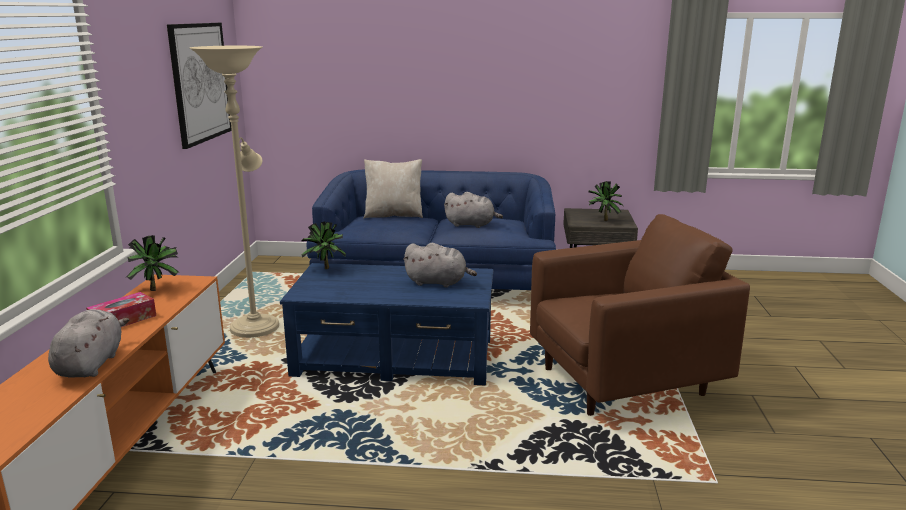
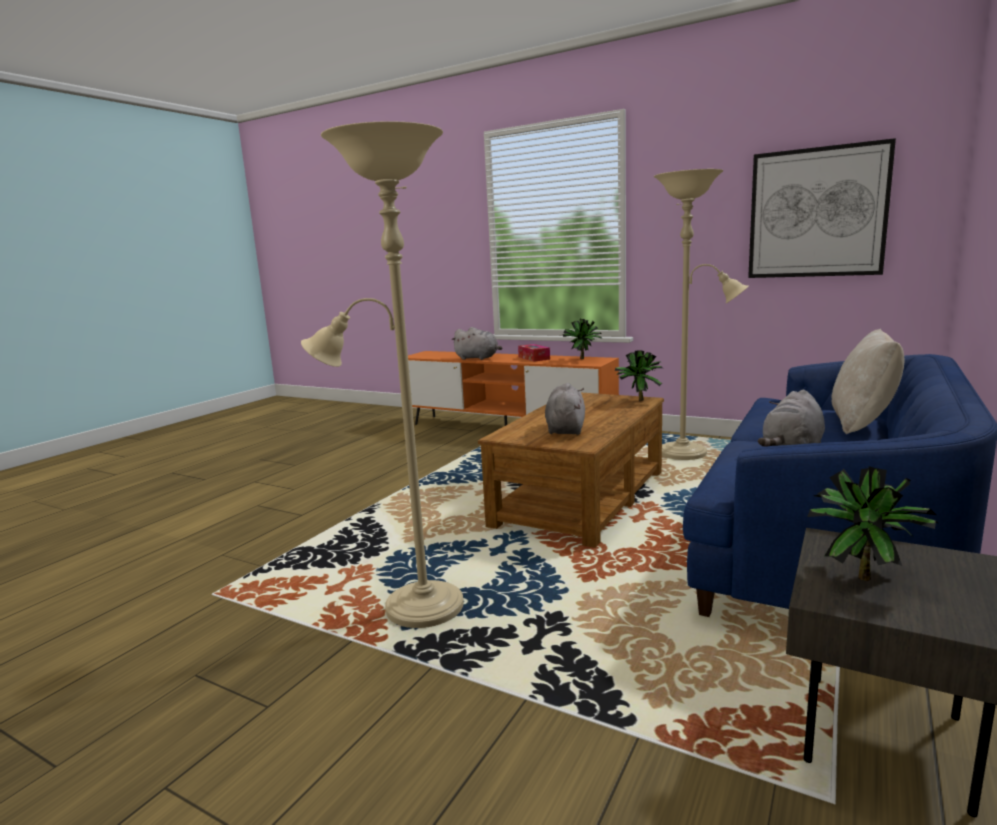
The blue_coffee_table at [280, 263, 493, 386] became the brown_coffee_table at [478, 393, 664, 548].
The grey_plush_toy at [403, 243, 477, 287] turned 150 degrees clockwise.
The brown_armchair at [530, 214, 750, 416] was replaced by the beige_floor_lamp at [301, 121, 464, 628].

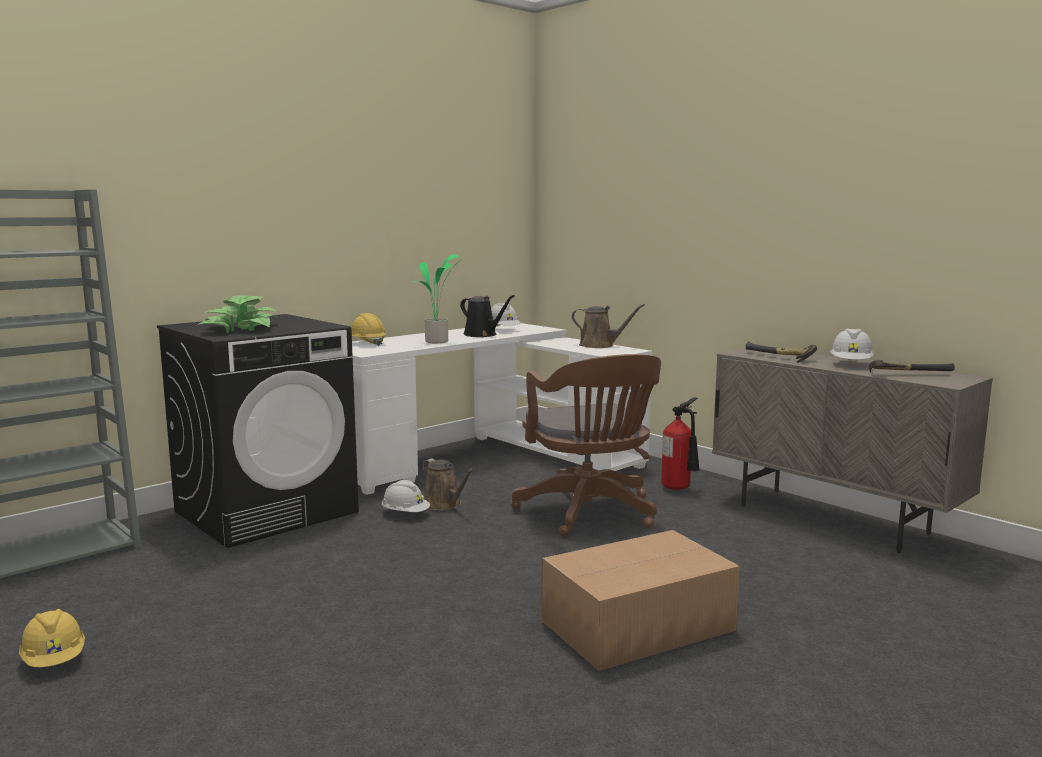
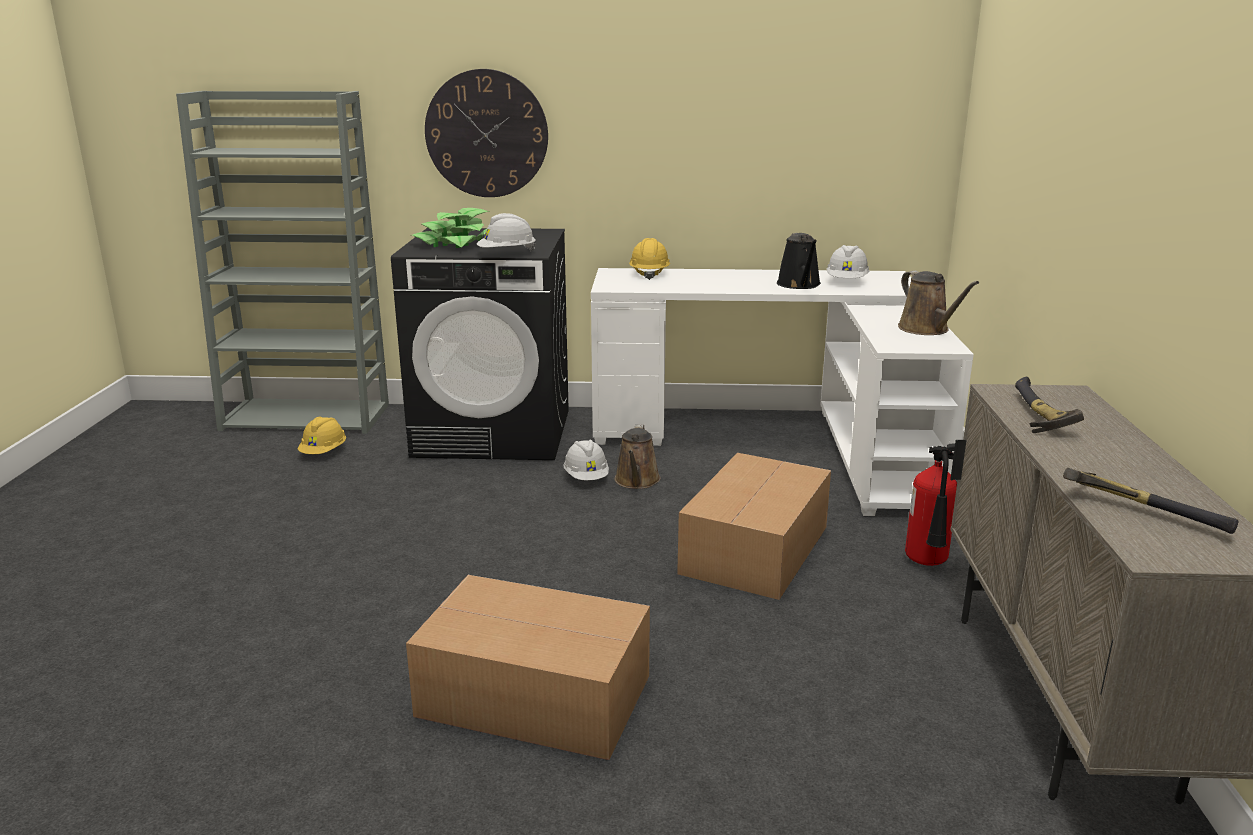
The yellow_hard_hat moved from [19, 609, 85, 667] to [298, 417, 346, 454].
The potted_plant at [413, 254, 463, 343] disappeared.
The brown_office_chair at [511, 354, 661, 537] was replaced by the cardboard_box at [677, 453, 831, 600].
The white_hard_hat moved from [830, 328, 874, 361] to [477, 213, 536, 252].
The wall_clock at [425, 69, 548, 197] appeared.

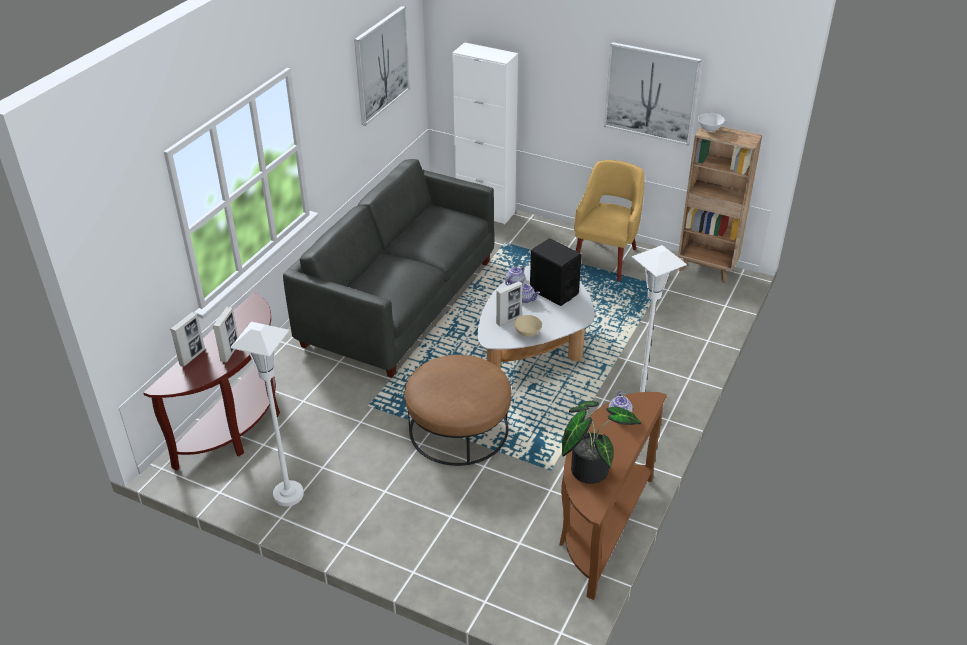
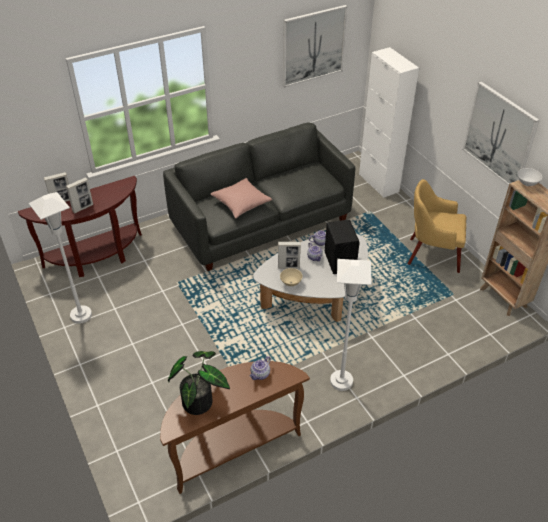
The brown_ottoman at [404, 355, 512, 466] disappeared.
The yellow_armchair at [574, 160, 645, 282] turned 135 degrees counterclockwise.
The pink_pillow at [210, 178, 272, 218] appeared.

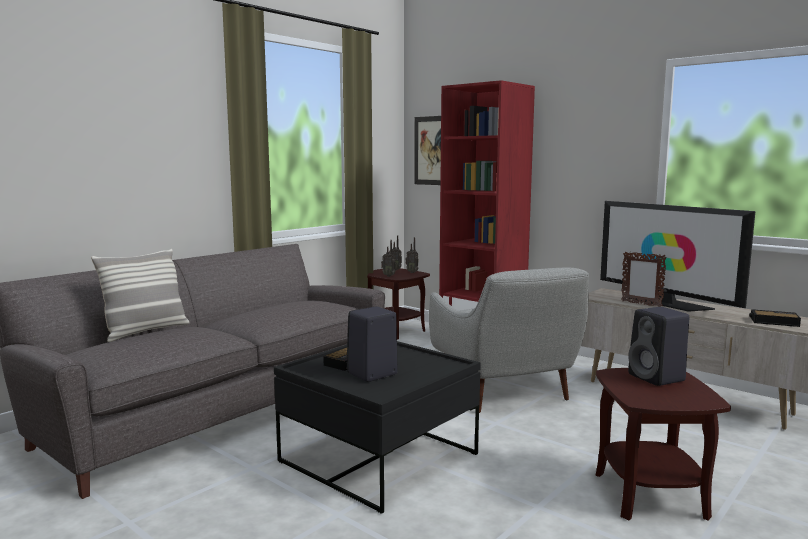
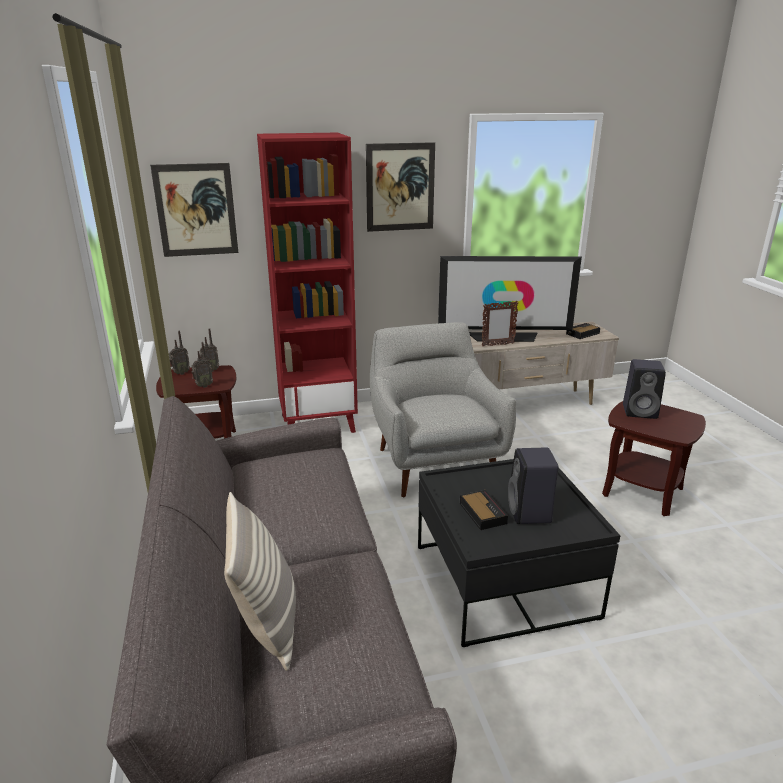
The grey_armchair at [429, 268, 589, 413] turned 120 degrees counterclockwise.
The picture at [366, 142, 435, 232] appeared.

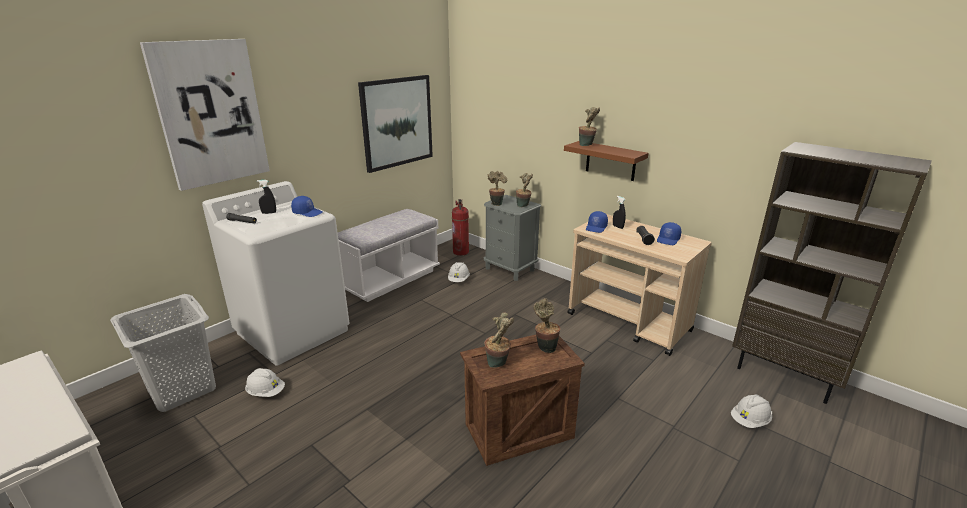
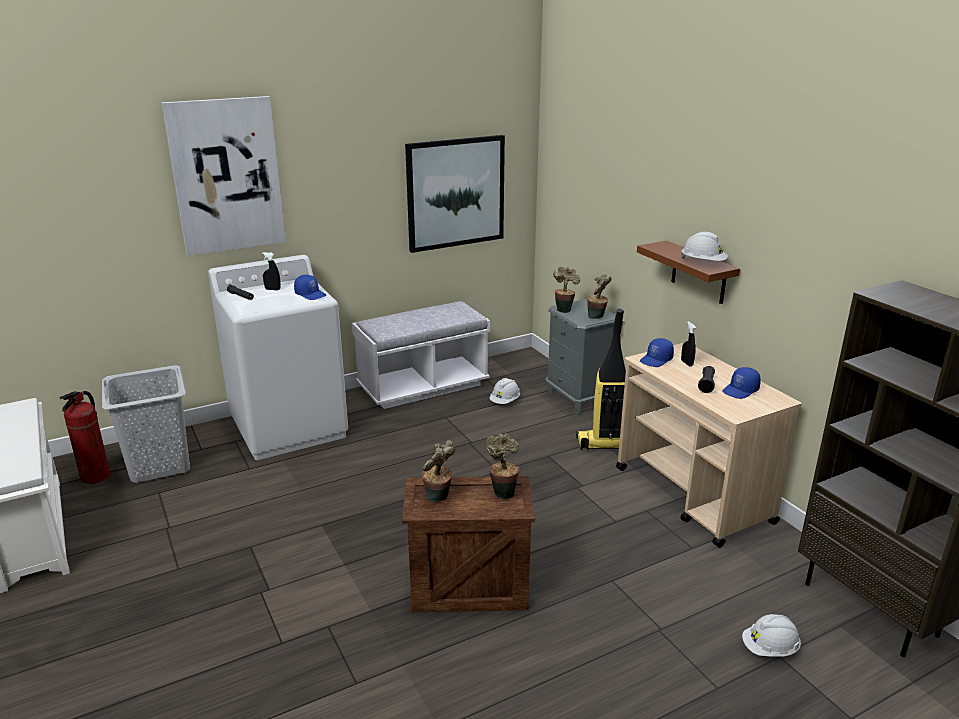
The white_hard_hat moved from [245, 368, 285, 397] to [681, 232, 728, 261].
The fire_extinguisher moved from [452, 199, 469, 256] to [59, 391, 110, 484].
The potted_plant at [579, 107, 600, 146] disappeared.
The vacuum_cleaner at [576, 309, 626, 450] appeared.

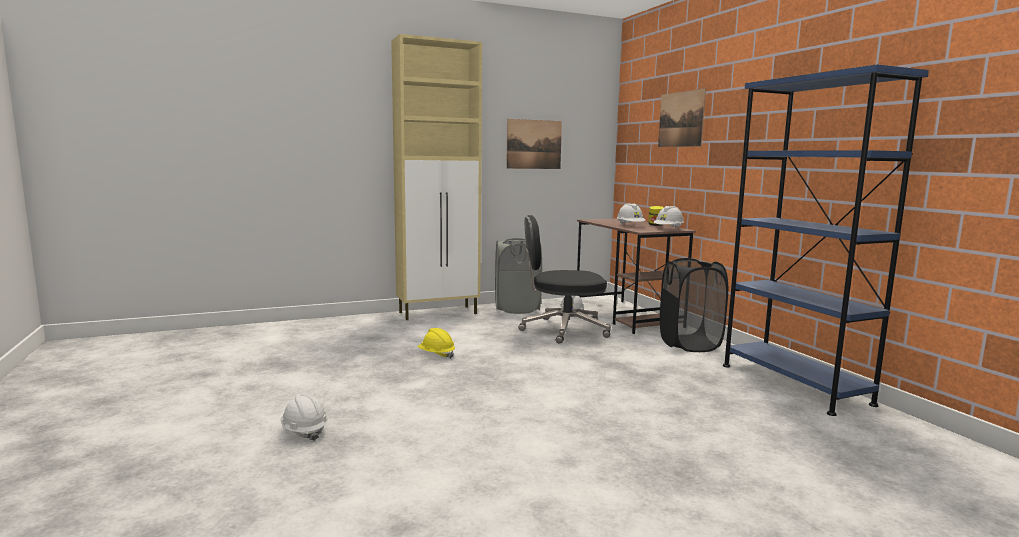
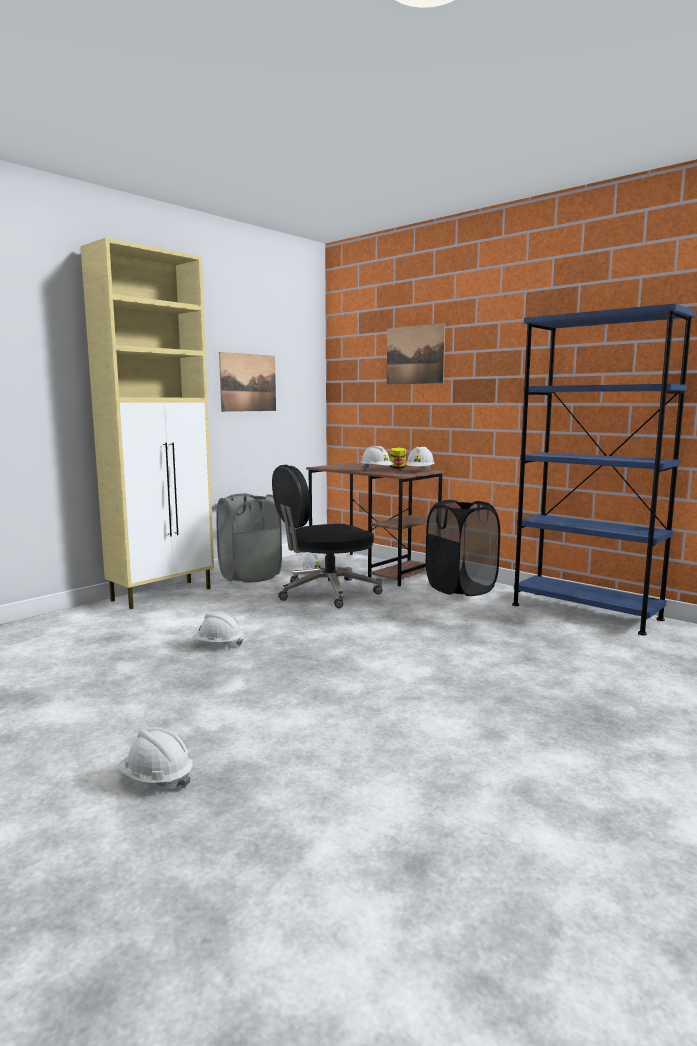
The yellow_hard_hat at [418, 328, 455, 359] became the white_hard_hat at [192, 612, 243, 647].

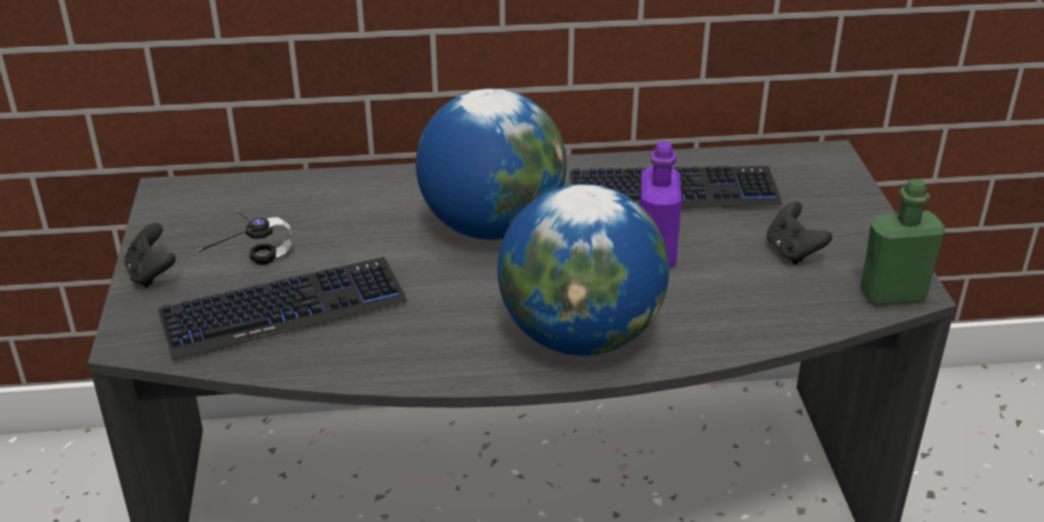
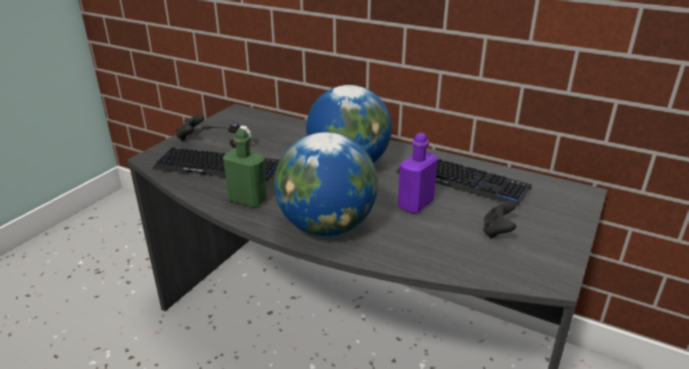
The green_bottle moved from [860, 179, 945, 306] to [223, 129, 267, 208].

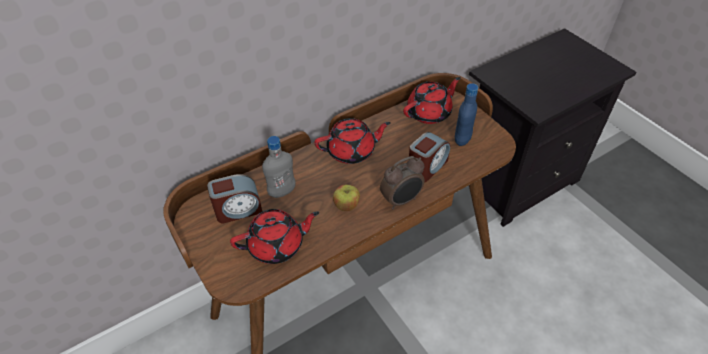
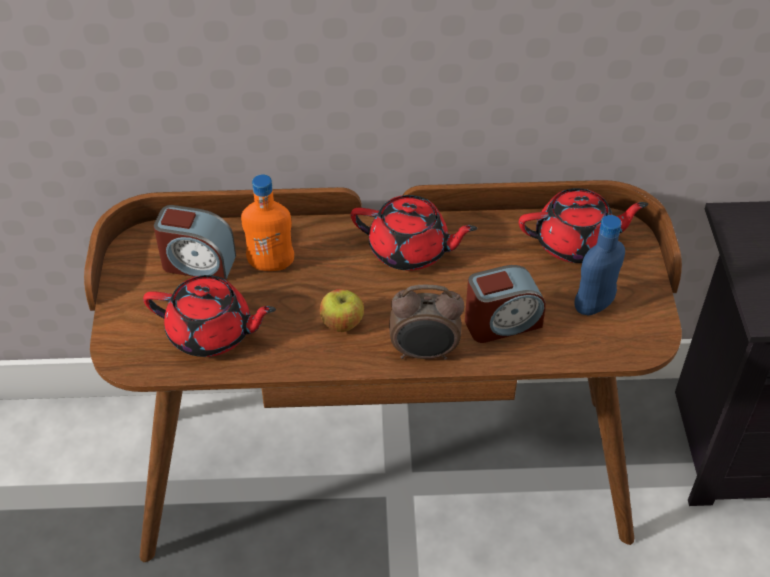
The grey_bottle at [262, 136, 296, 198] became the orange_bottle at [241, 174, 294, 271].

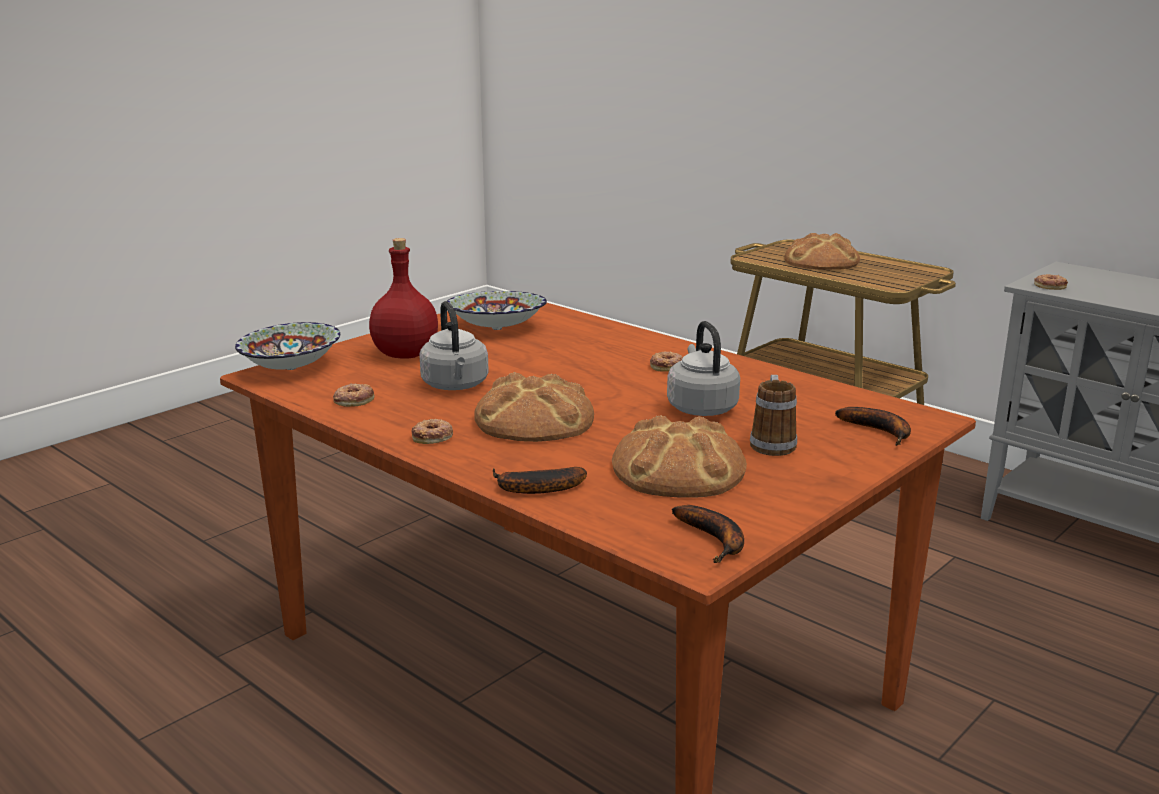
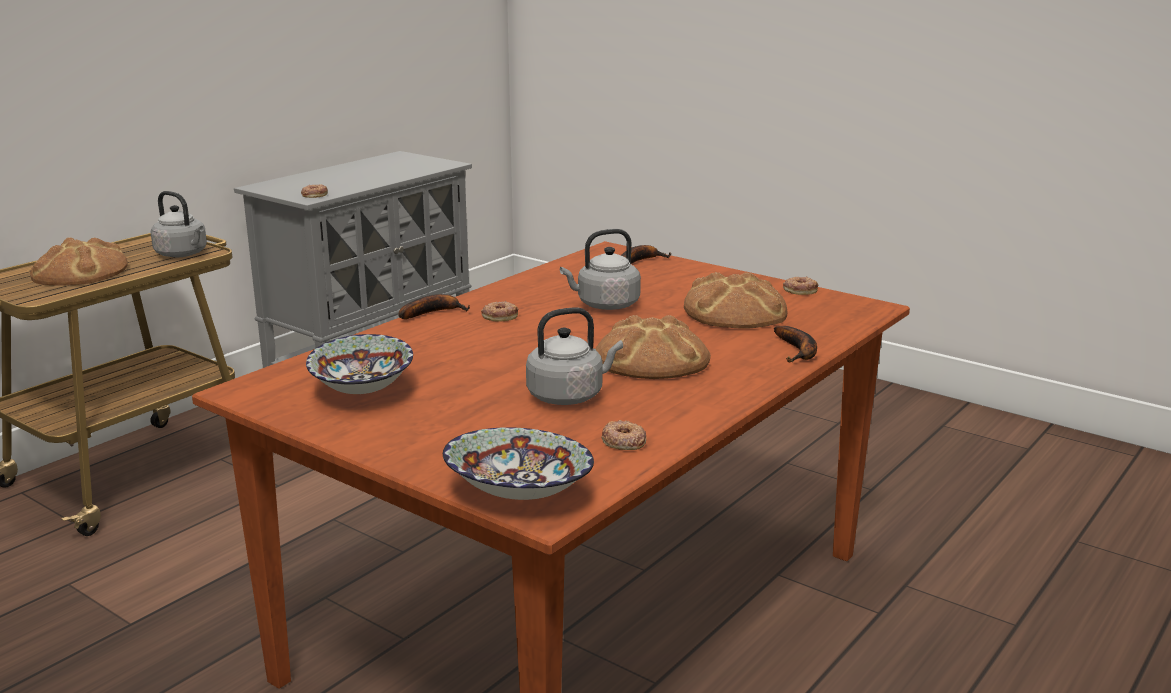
The red_bottle at [369, 238, 438, 359] disappeared.
The donut moved from [411, 419, 453, 444] to [783, 276, 819, 295].
The banana moved from [672, 505, 744, 563] to [399, 294, 470, 319].
The mug at [750, 375, 797, 456] disappeared.
The grey_kettle at [151, 191, 207, 257] appeared.

